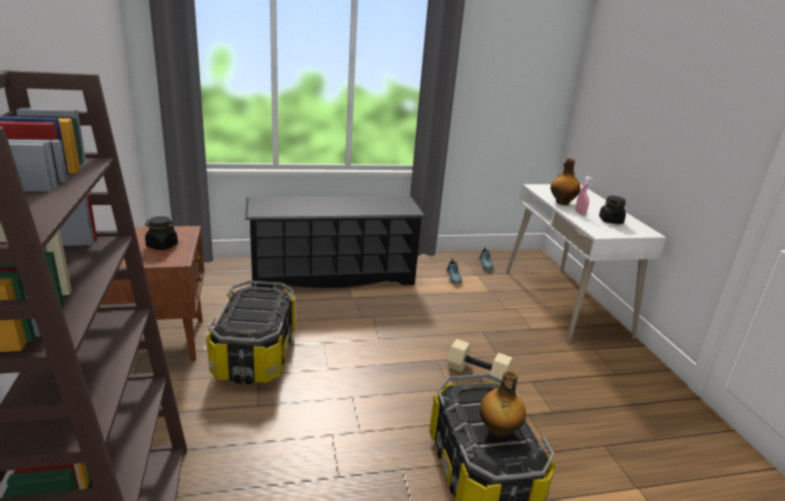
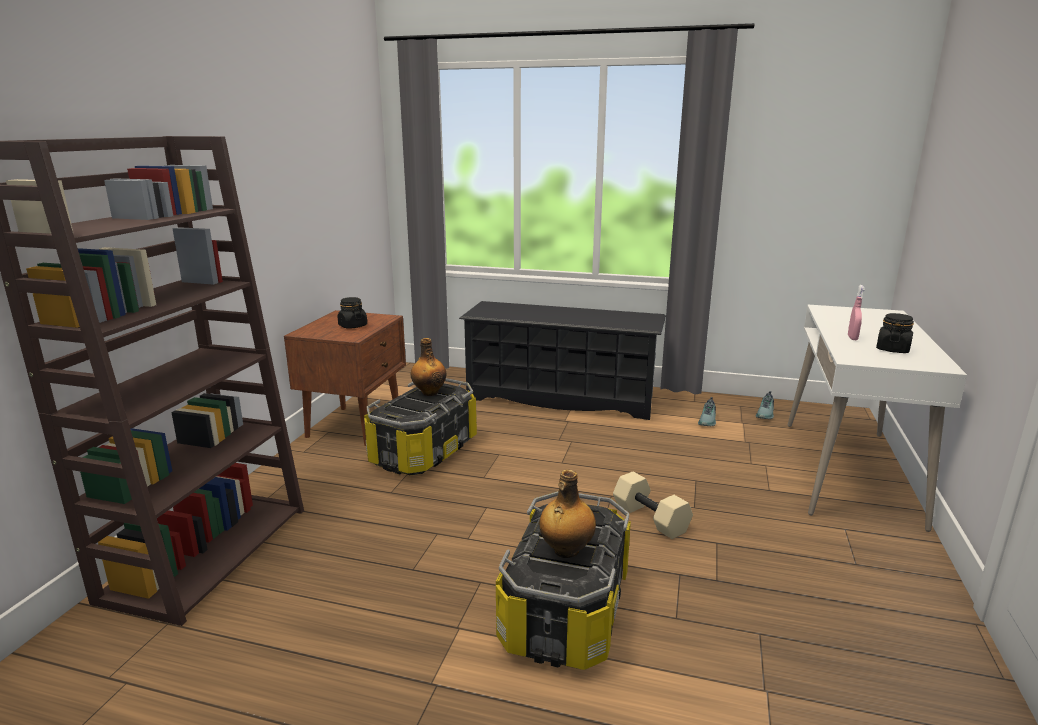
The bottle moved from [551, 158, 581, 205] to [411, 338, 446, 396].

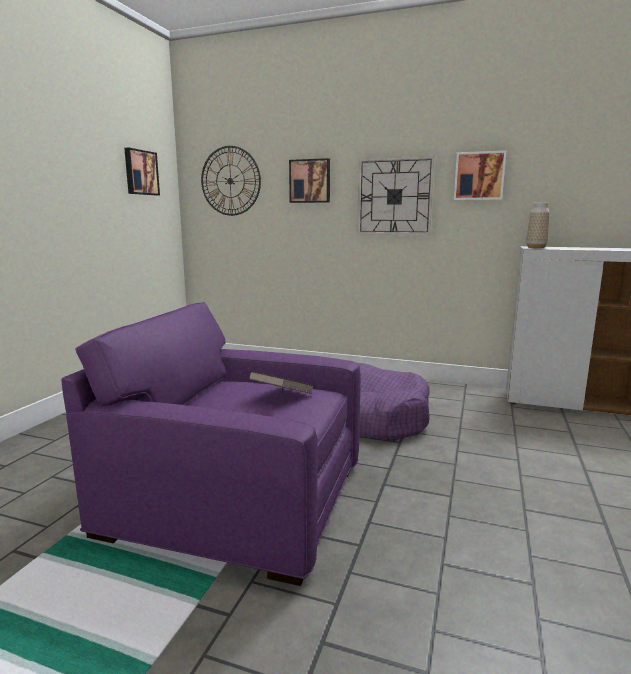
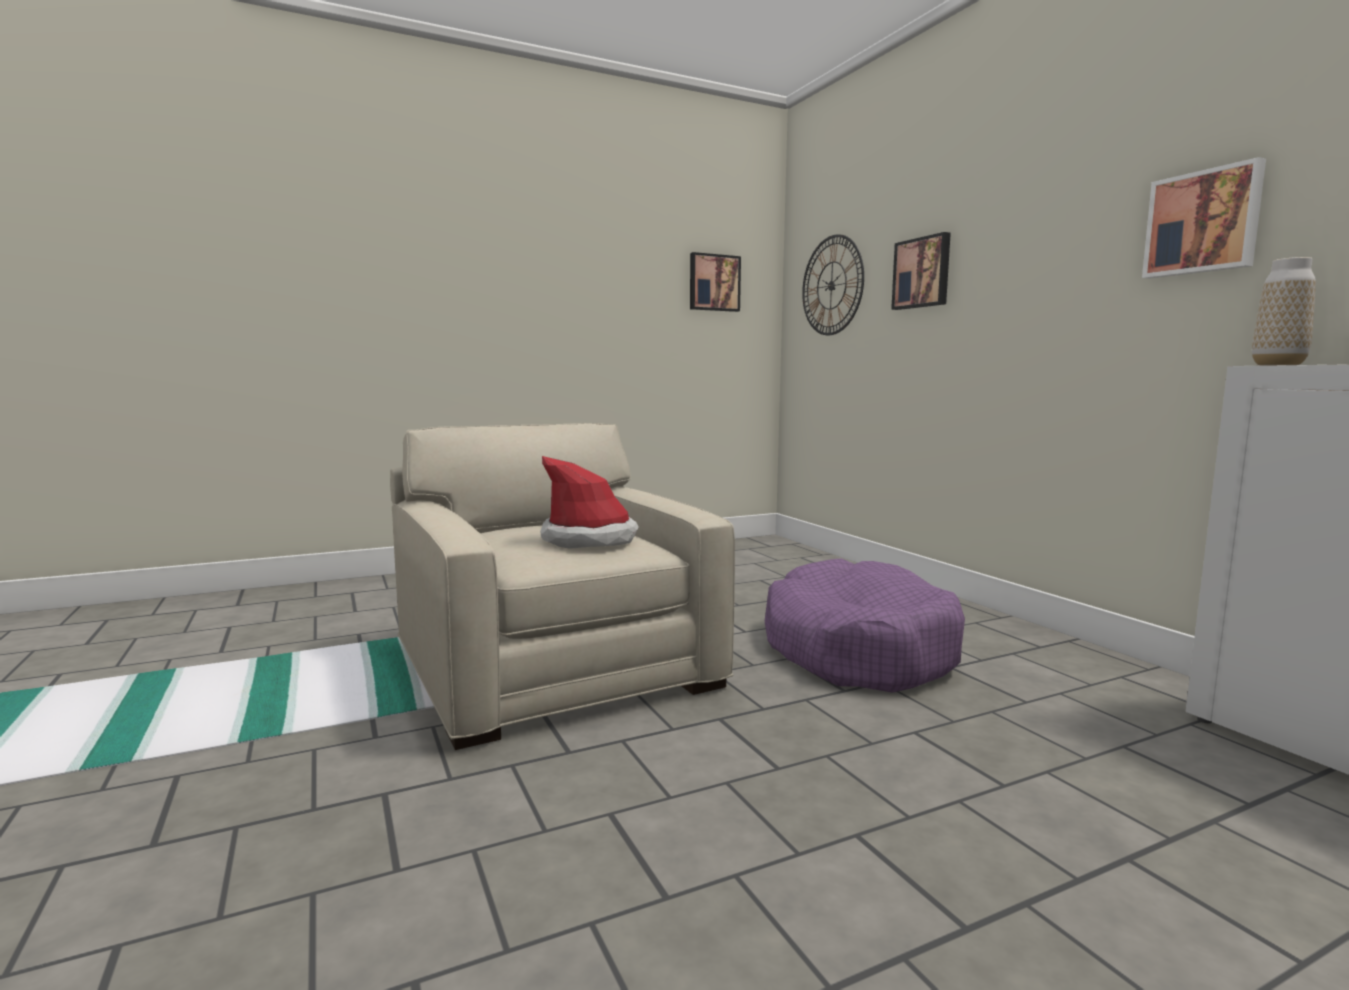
The purple_armchair at [61, 302, 361, 586] became the beige_armchair at [390, 423, 735, 750].
The brown_book at [249, 371, 314, 394] was replaced by the hat at [540, 456, 639, 549].
The wall_clock at [357, 156, 435, 235] disappeared.

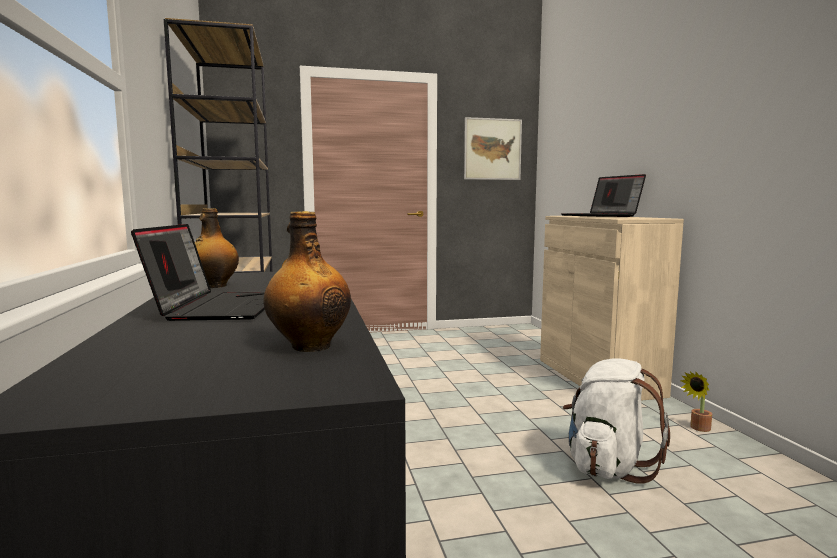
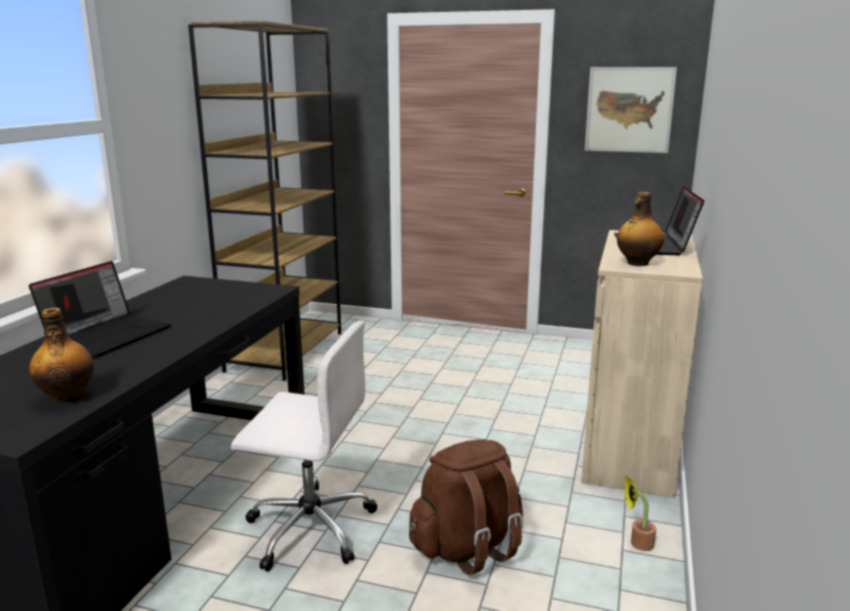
The bottle moved from [195, 208, 239, 288] to [617, 192, 664, 266].
The white_backpack at [563, 359, 670, 484] became the brown_backpack at [409, 439, 523, 575].
The white_office_chair at [231, 321, 377, 572] appeared.

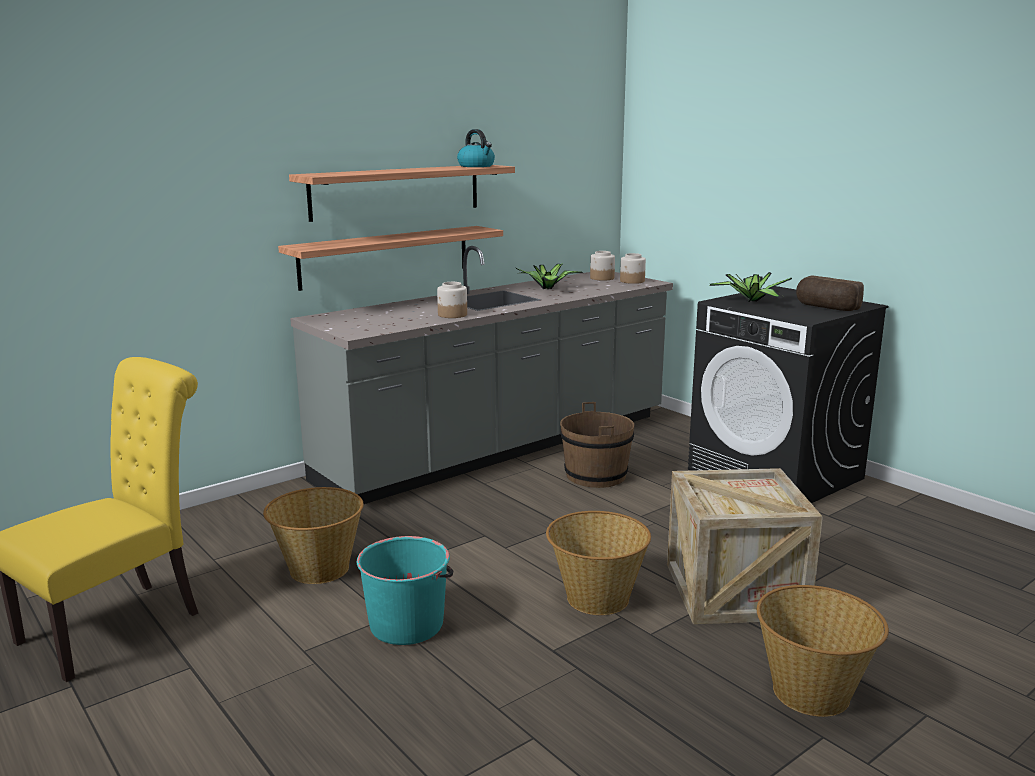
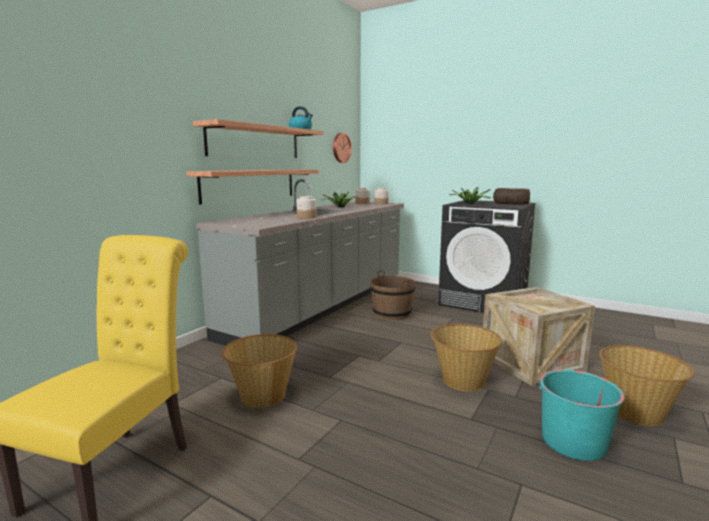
The turquoise_bucket moved from [357, 536, 453, 645] to [536, 369, 625, 461].
The wall_clock at [333, 133, 352, 163] appeared.

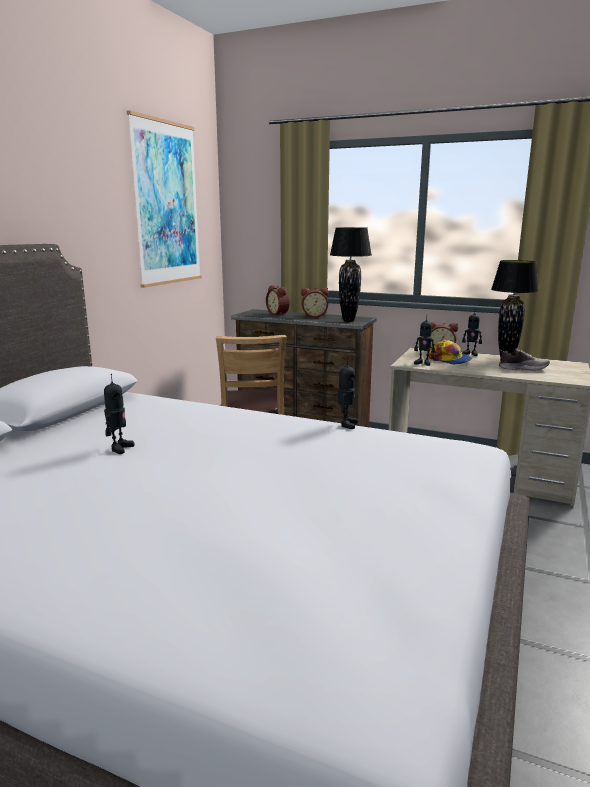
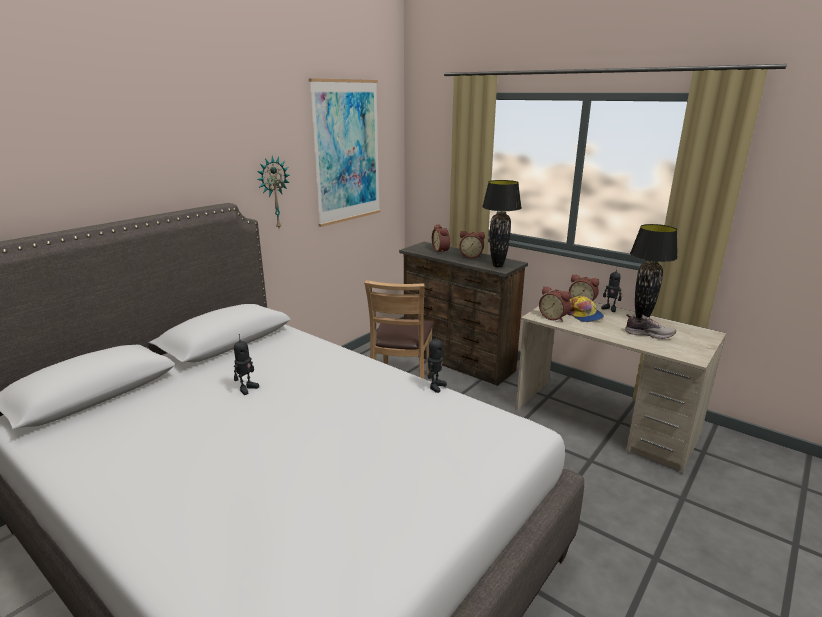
The toy_robot at [414, 318, 435, 366] was replaced by the alarm_clock at [539, 286, 571, 322].
The wall_clock at [257, 156, 290, 228] appeared.

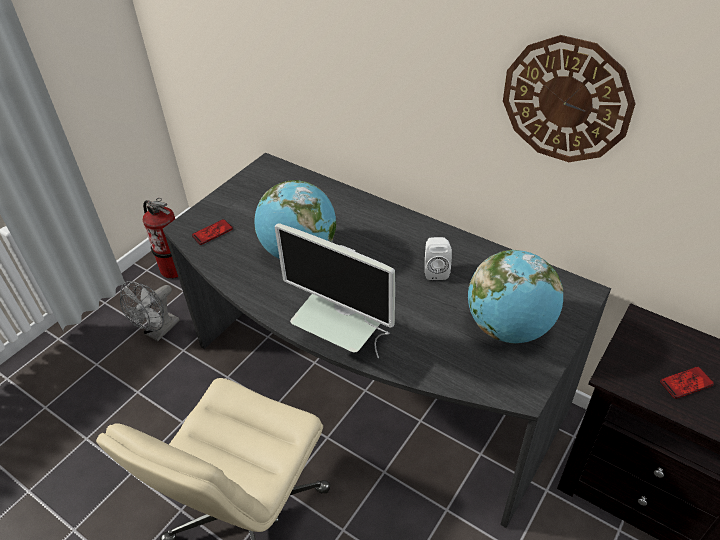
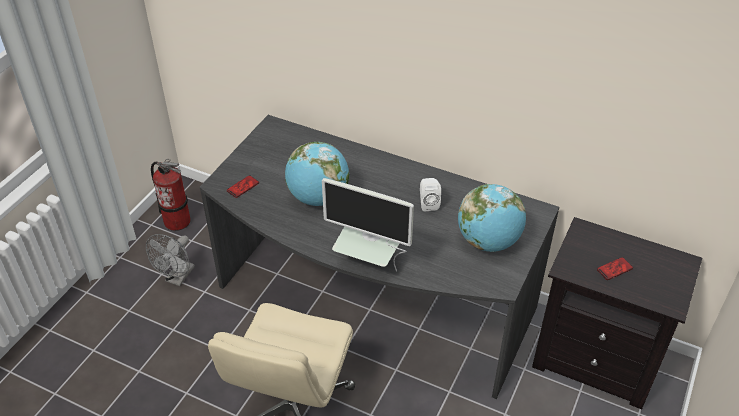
The wall_clock at [503, 35, 636, 162] disappeared.

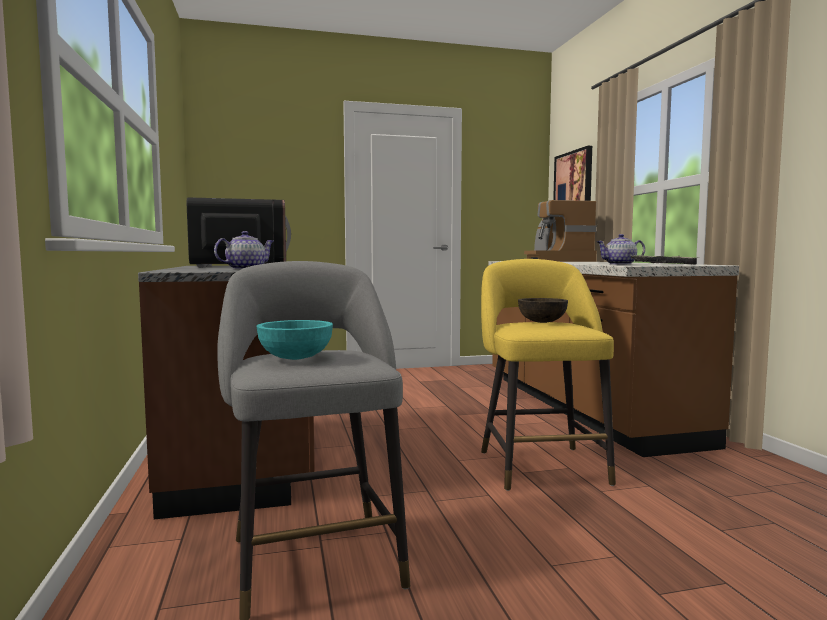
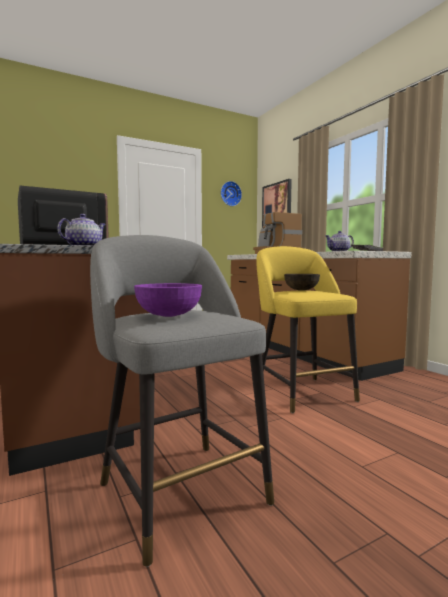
The turquoise_bowl at [256, 320, 333, 360] became the purple_bowl at [134, 283, 202, 317].
The wall_clock at [221, 181, 242, 206] appeared.

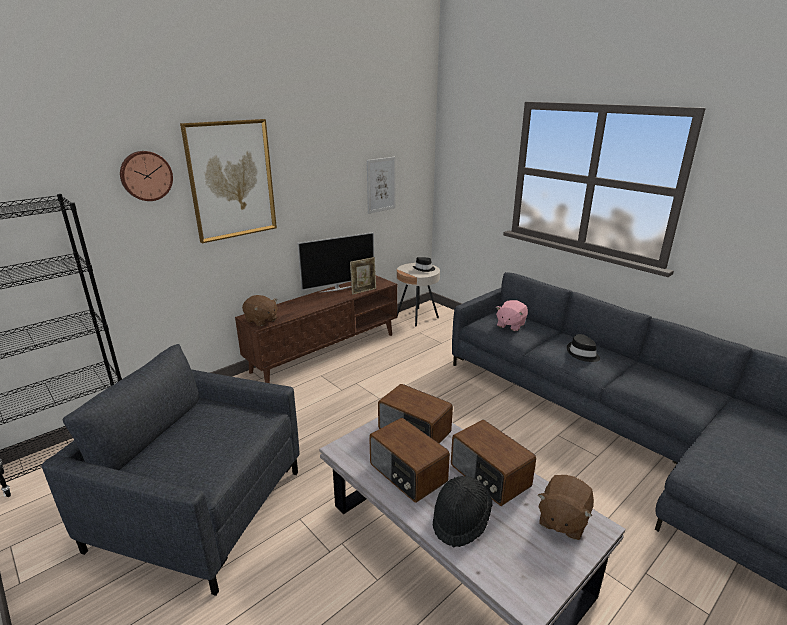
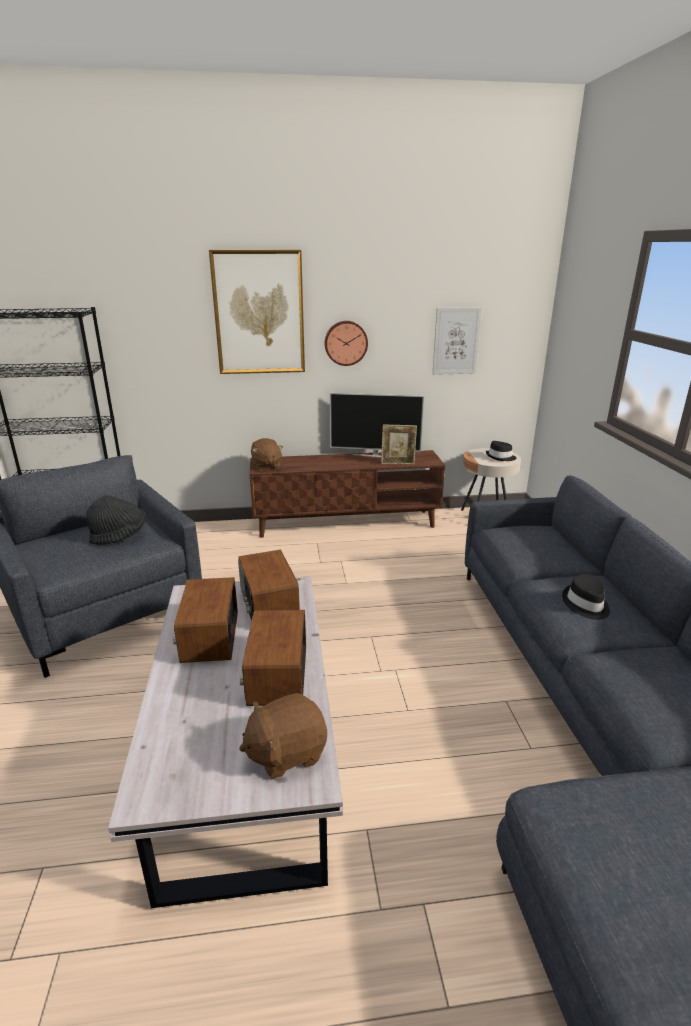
The wall_clock moved from [120, 151, 173, 201] to [325, 321, 368, 366].
The black_hat moved from [433, 476, 492, 548] to [87, 496, 146, 545].
The pink_plush_toy at [496, 300, 528, 331] disappeared.

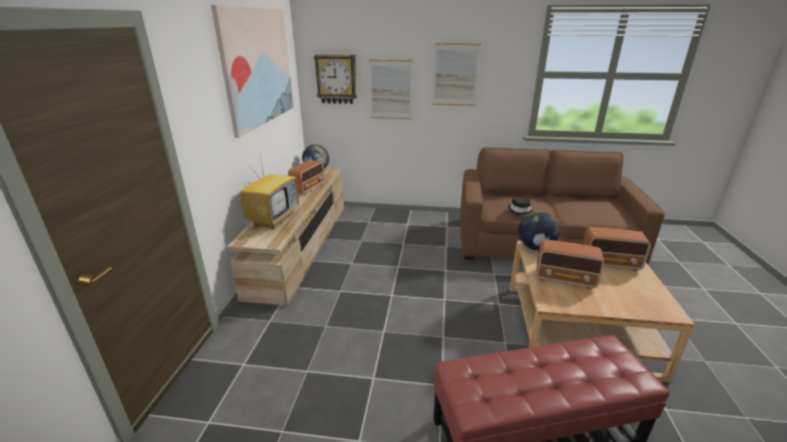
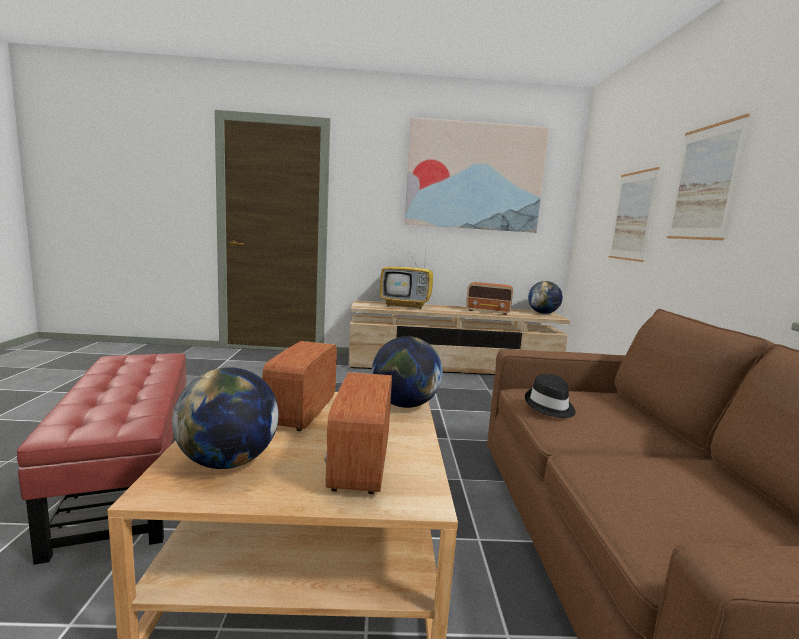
The wall_clock at [314, 54, 357, 104] disappeared.
The globe at [172, 367, 279, 469] appeared.

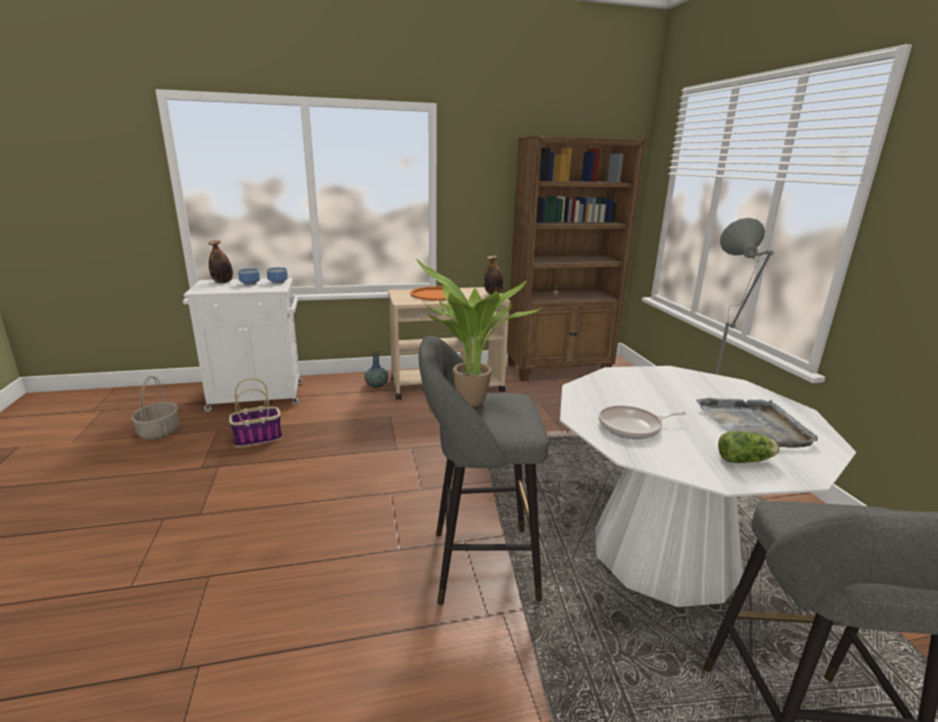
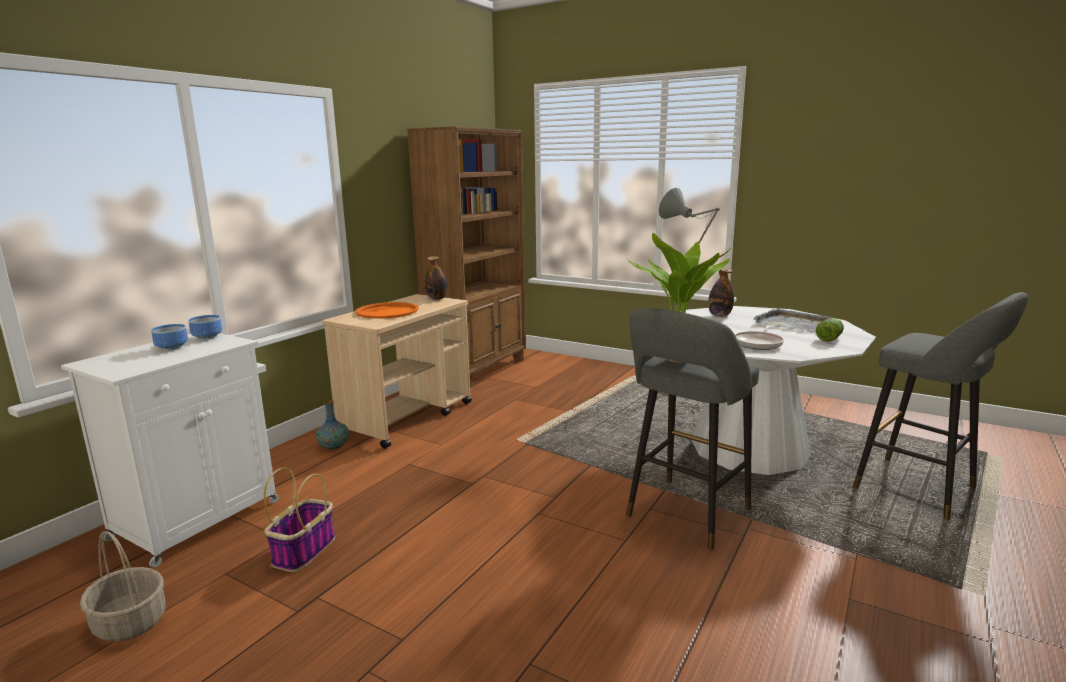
The bottle moved from [208, 240, 233, 283] to [708, 268, 734, 317].

